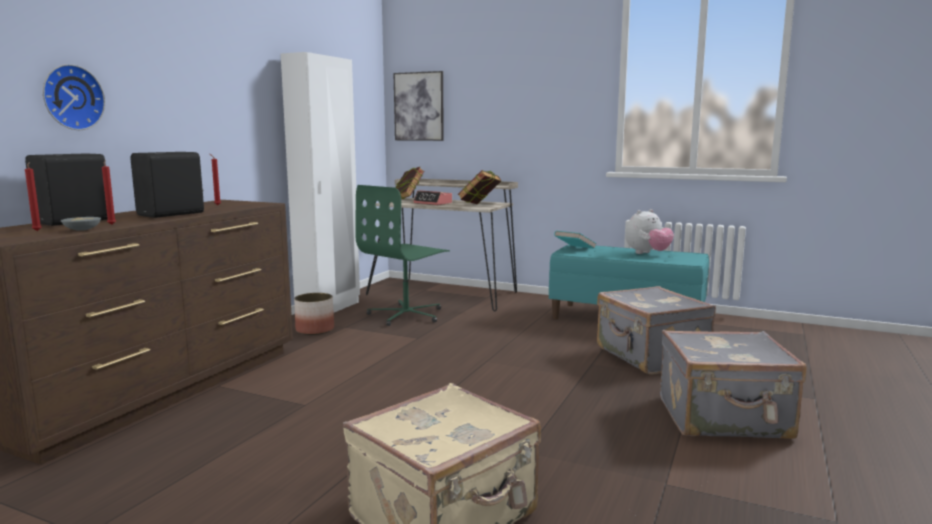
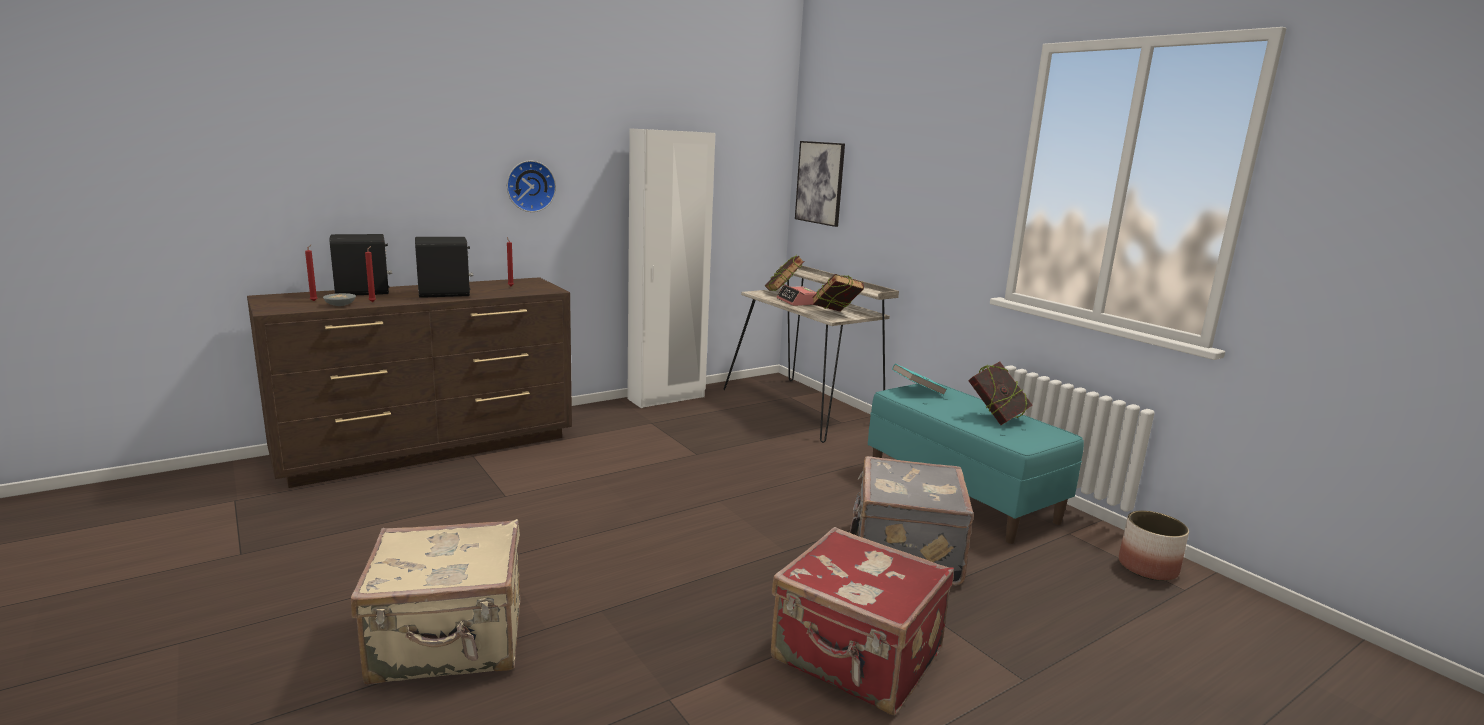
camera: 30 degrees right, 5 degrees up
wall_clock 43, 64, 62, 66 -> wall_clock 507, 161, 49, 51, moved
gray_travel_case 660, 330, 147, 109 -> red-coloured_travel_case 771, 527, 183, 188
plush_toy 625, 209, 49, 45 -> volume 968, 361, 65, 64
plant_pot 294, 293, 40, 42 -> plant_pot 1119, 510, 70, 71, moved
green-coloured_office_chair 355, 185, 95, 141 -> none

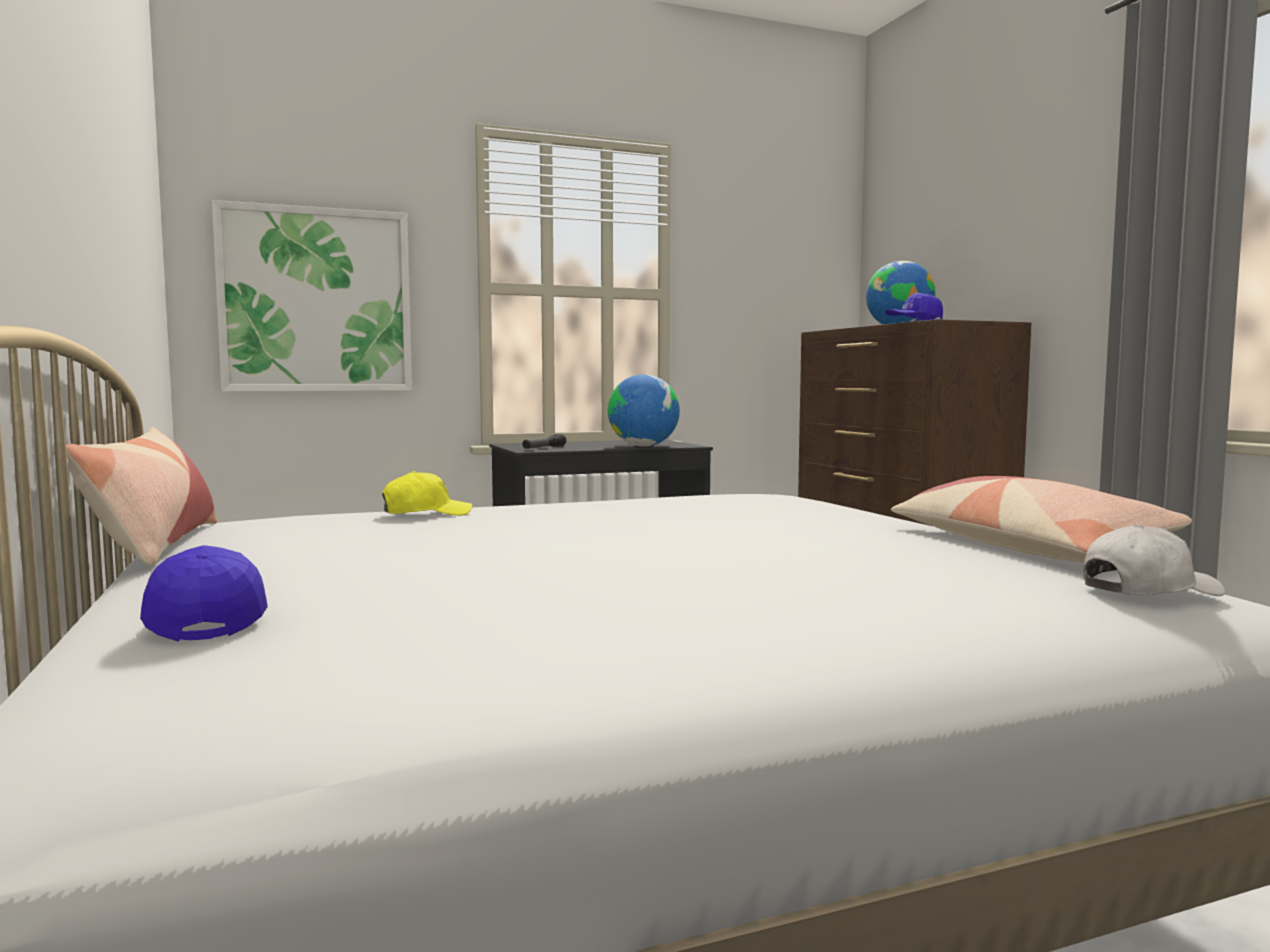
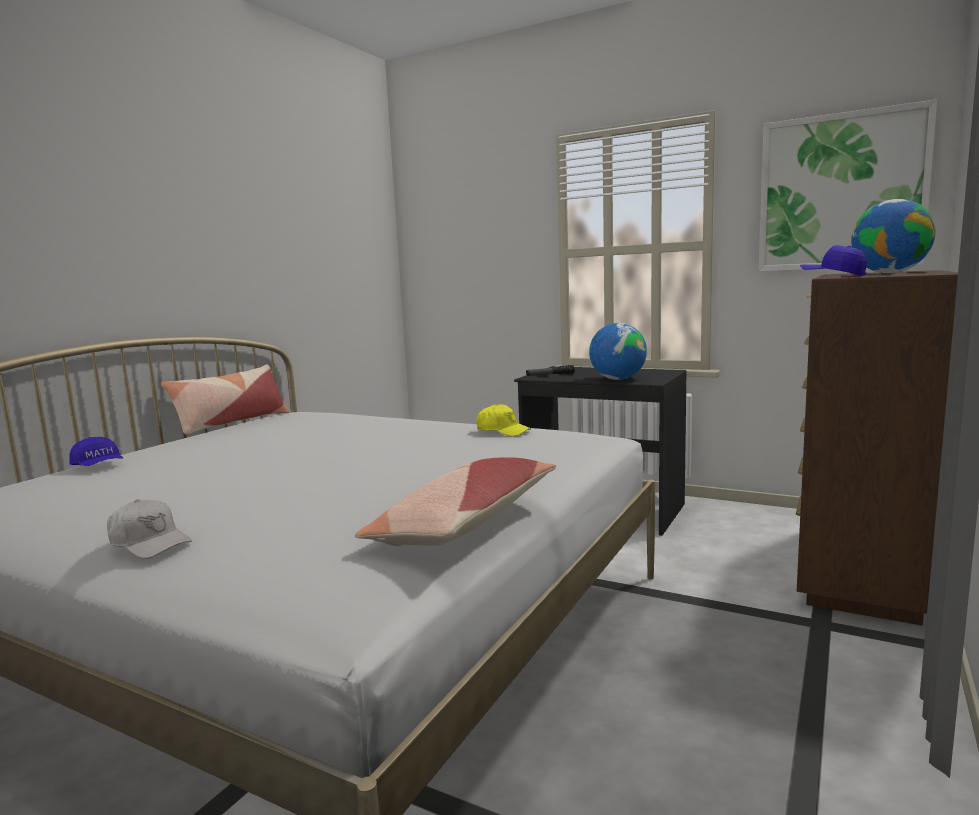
camera: 50 degrees right, 5 degrees up
bluish_baseball_cap 140, 545, 128, 97 -> bluish_baseball_cap 69, 437, 54, 29, 105 degrees clockwise
white-coloured_baseball_cap 1083, 524, 142, 72 -> white-coloured_baseball_cap 107, 499, 85, 60, moved
yellow-coloured_baseball_cap 382, 471, 90, 45 -> yellow-coloured_baseball_cap 476, 404, 55, 32, moved
picture 212, 200, 200, 192 -> picture 759, 99, 179, 172, moved

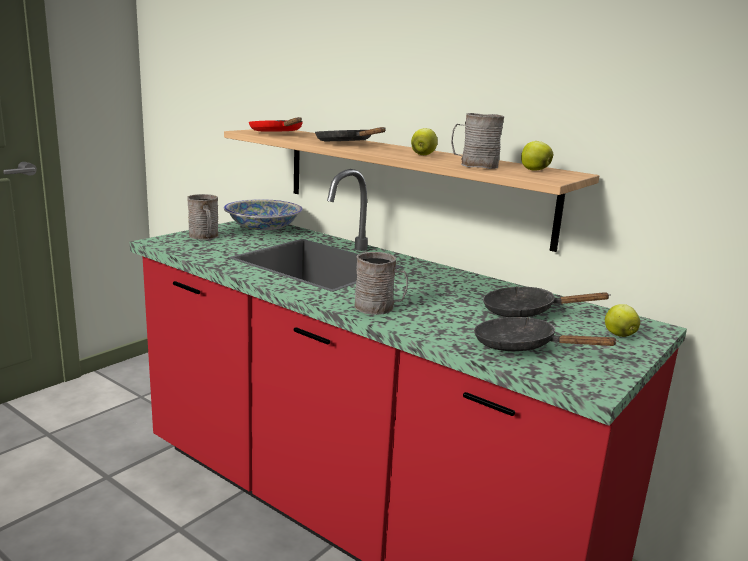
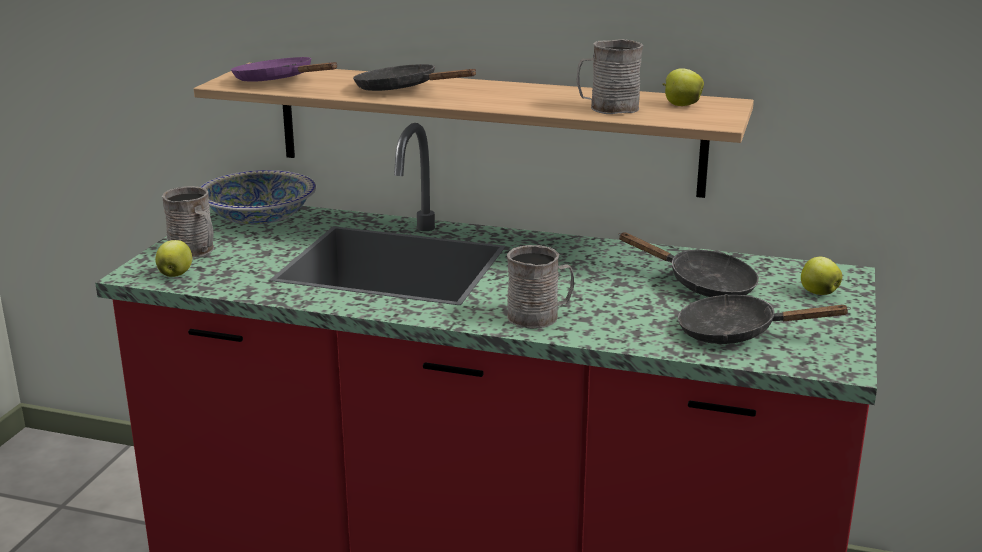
camera: 20 degrees left, 5 degrees up
whole_apple 411, 128, 27, 27 -> whole_apple 155, 240, 37, 37, moved
red-coloured_pan 249, 117, 54, 15 -> purple_pan 231, 57, 106, 25
blackish_pan 483, 286, 128, 31 -> blackish_pan 618, 232, 141, 65, 135 degrees counterclockwise

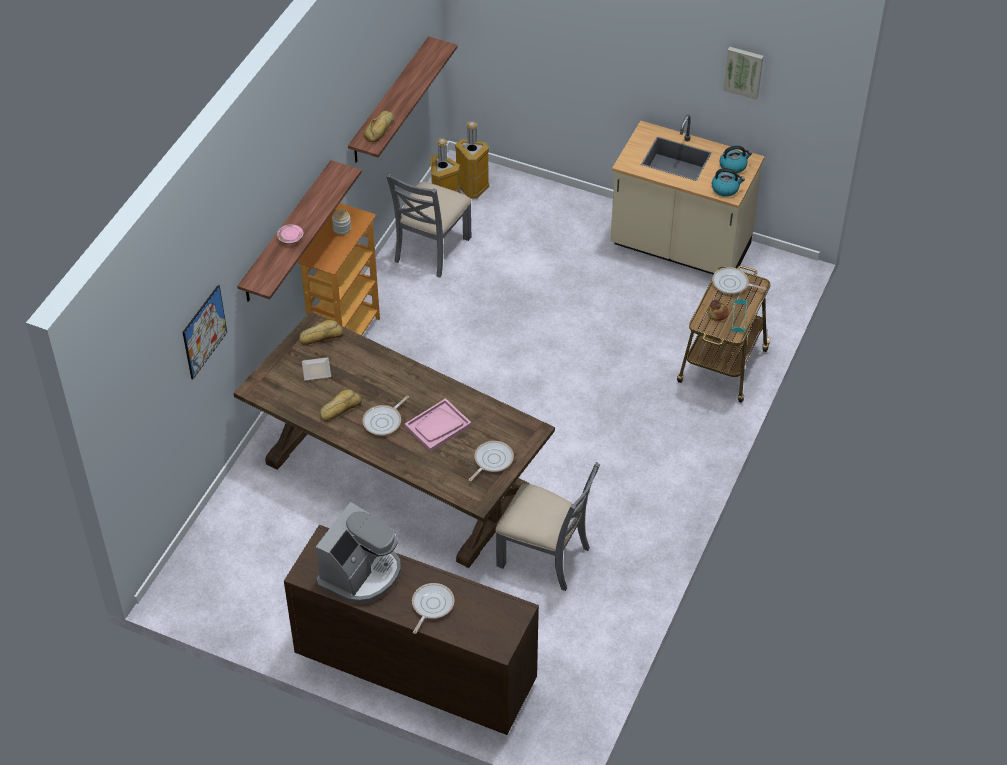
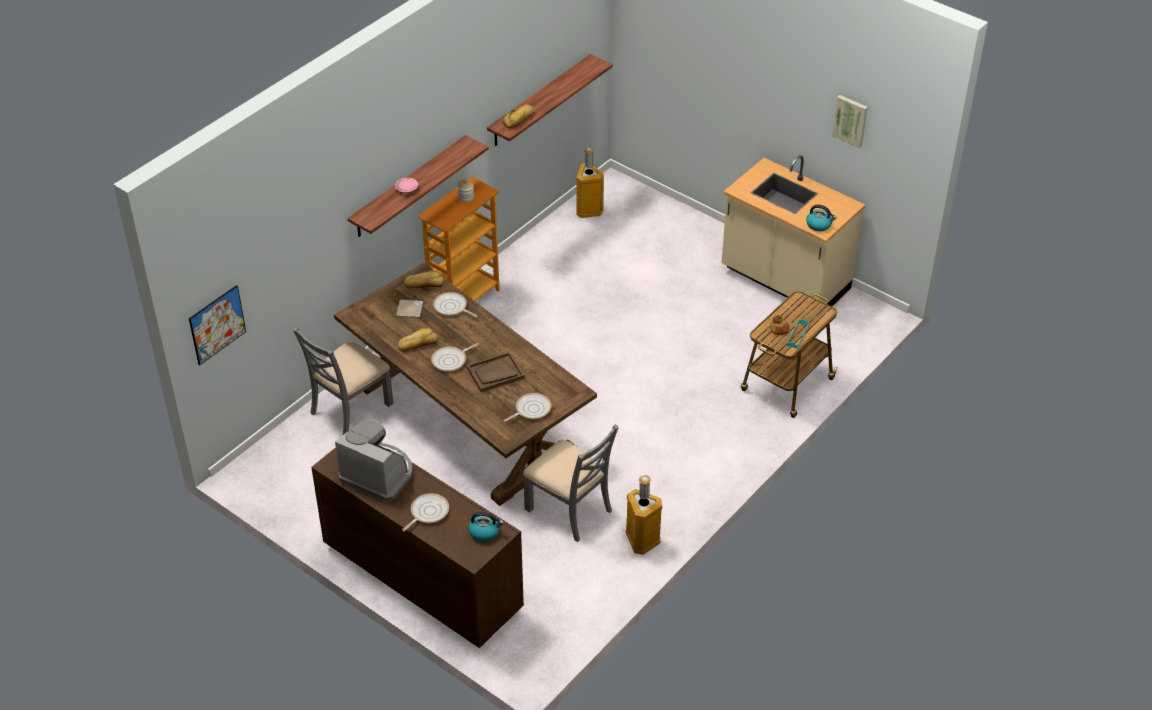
camera: 15 degrees right, 5 degrees down
picture 183, 285, 44, 95 -> picture 189, 285, 57, 80, moved
gray_upright_chair 386, 173, 85, 105 -> gray_upright_chair 293, 327, 100, 108, moved
coffee_brewer 316, 502, 85, 102 -> coffee_brewer 335, 419, 78, 83, 105 degrees counterclockwise
pan 712, 267, 54, 27 -> pan 433, 292, 44, 25, moved
pinkish_tray 405, 398, 66, 54 -> brown-coloured_tray 467, 352, 58, 40
water_kettle 720, 145, 32, 29 -> water_kettle 468, 512, 36, 30, moved
rubbish_bin 455, 121, 34, 78 -> rubbish_bin 626, 475, 36, 80, moved

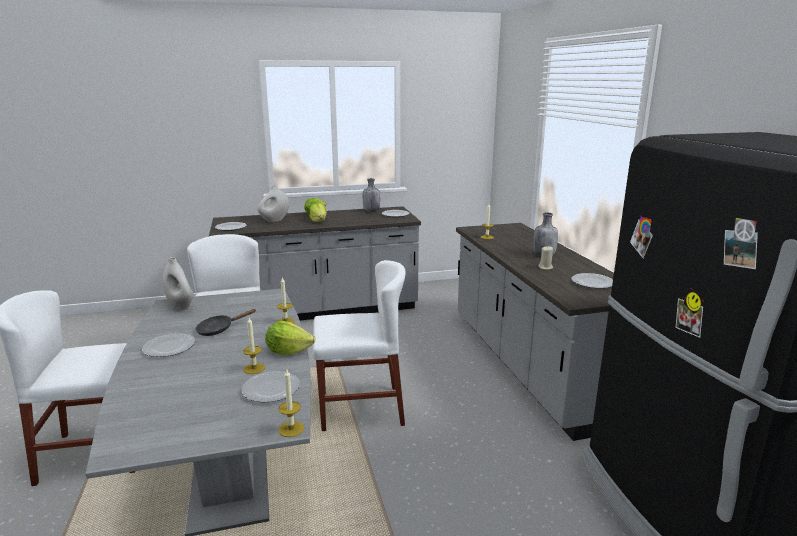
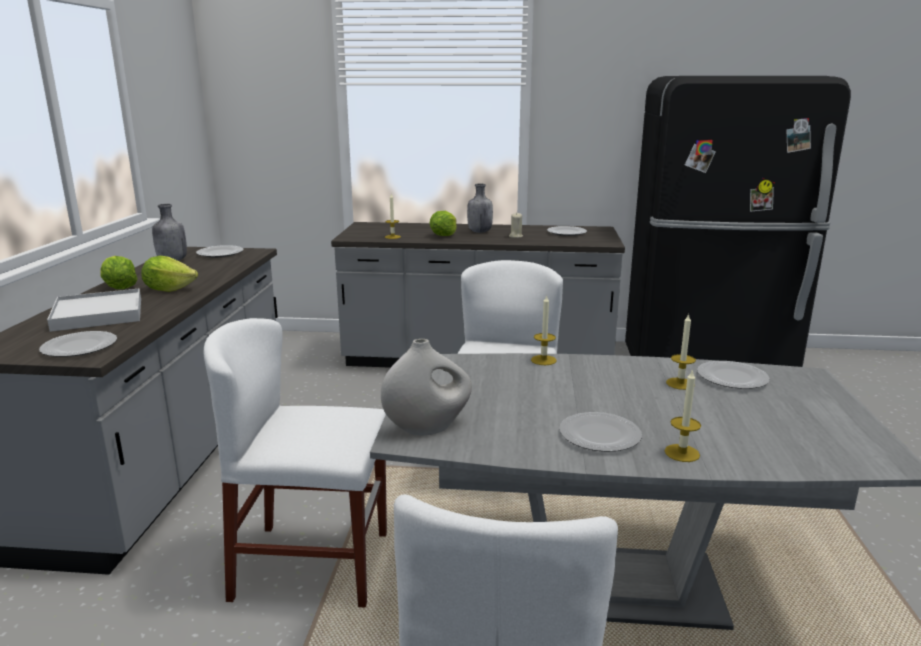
camera: 70 degrees left, 0 degrees up
white-coloured_vase 258, 186, 31, 36 -> white-coloured_tray 47, 288, 94, 44
lettuce_head 265, 321, 50, 34 -> lettuce_head 430, 211, 26, 25, moved
candle 278, 368, 26, 69 -> candle 665, 369, 36, 93, moved
blackish_pan 196, 309, 60, 27 -> none

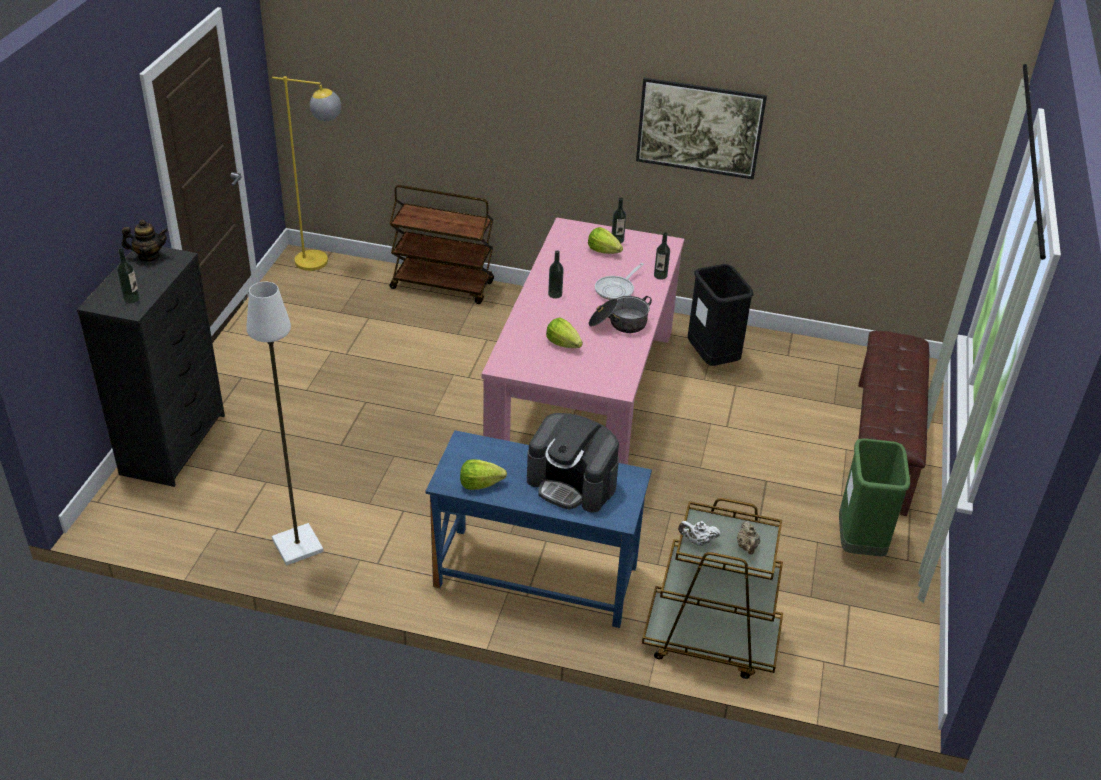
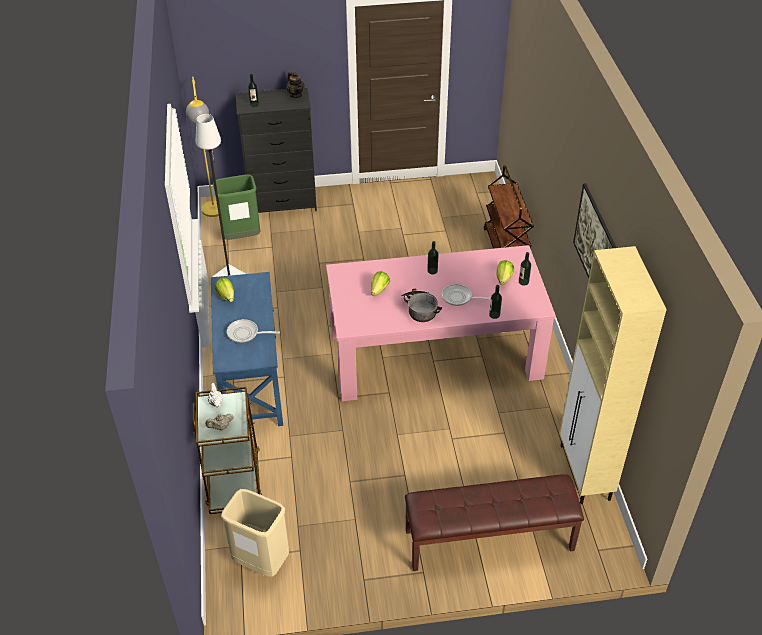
camera: 70 degrees right, 5 degrees up
yellow-coloured_standard_lamp 272, 76, 69, 195 -> yellow-coloured_standard_lamp 186, 77, 33, 140, moved
green-coloured_rubbish_bin 839, 438, 71, 118 -> green-coloured_rubbish_bin 213, 175, 47, 65, moved
none -> sand-coloured_rubbish_bin 221, 489, 68, 88
coffee_brewer 527, 413, 92, 99 -> pan 227, 319, 53, 24
none -> sand-coloured_cupboard 559, 246, 108, 258
blackish_rubbish_bin 688, 264, 66, 102 -> none

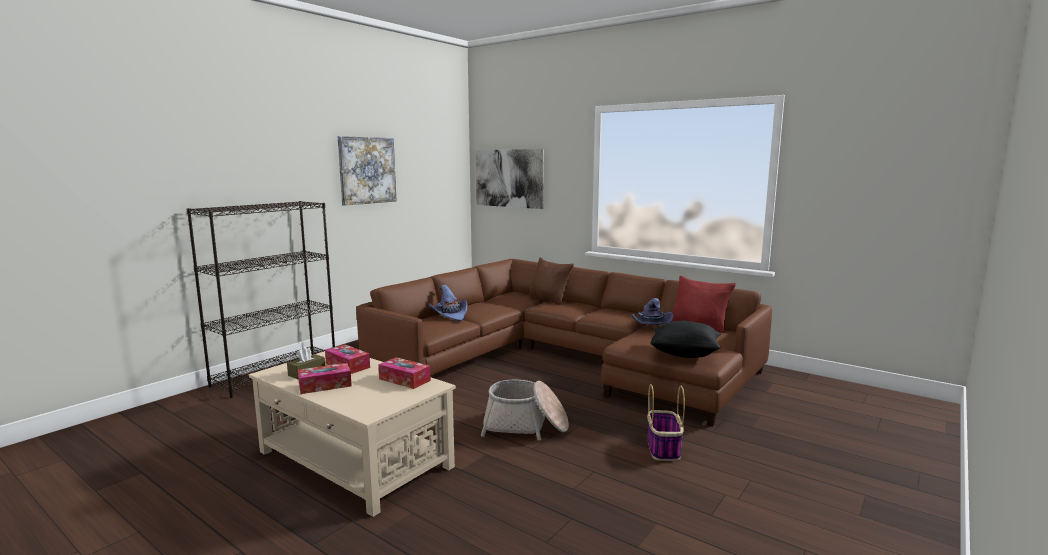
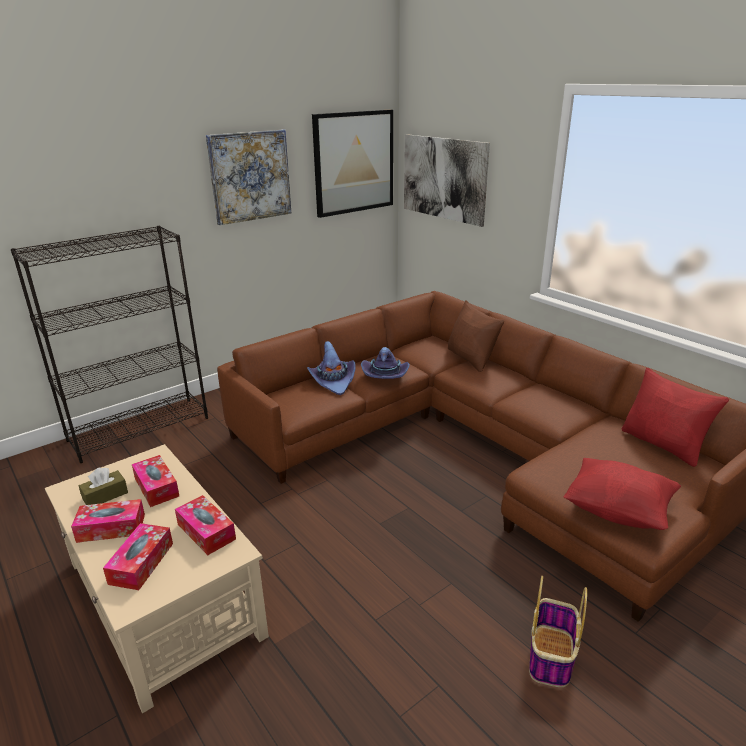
camera: 15 degrees right, 15 degrees up
none -> tissue_box 103, 523, 70, 67
none -> picture 312, 110, 81, 108
purple_clothing_hat 632, 298, 42, 27 -> purple_clothing_hat 361, 347, 49, 32, moved
blackish_pillow 650, 321, 71, 37 -> red-coloured_pillow 564, 458, 117, 72
basket 481, 380, 88, 61 -> none

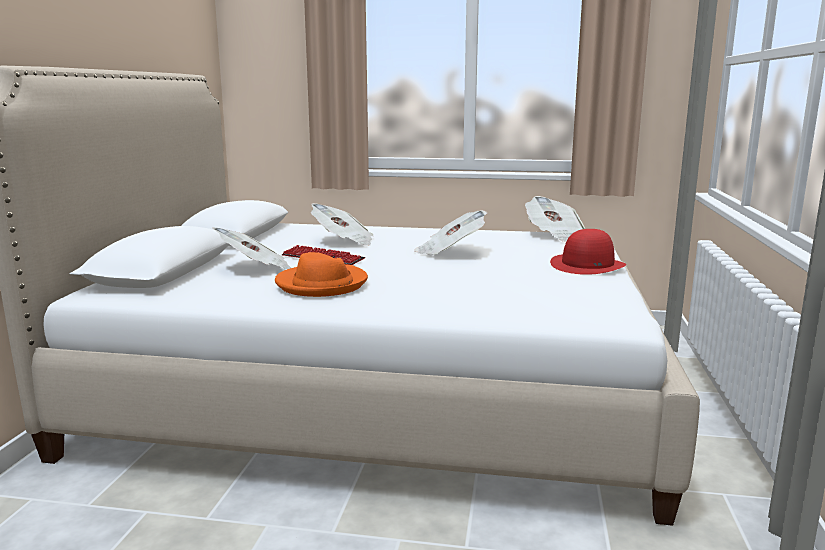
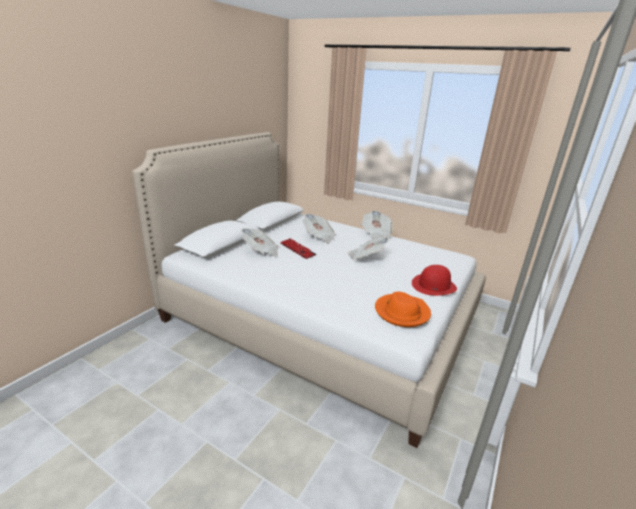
camera: 20 degrees right, 10 degrees up
newspaper 525, 196, 60, 46 -> newspaper 361, 211, 32, 28, moved
orangey_clothing_hat 275, 252, 93, 45 -> orangey_clothing_hat 375, 292, 56, 35, moved

